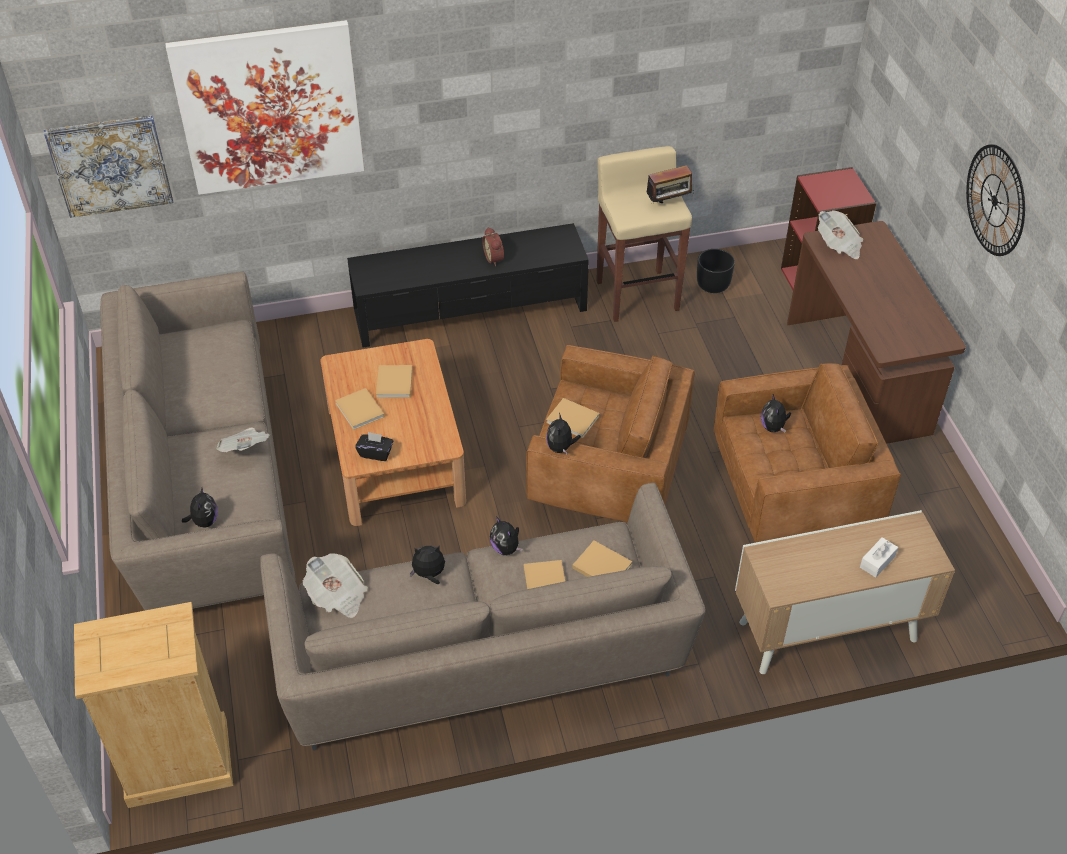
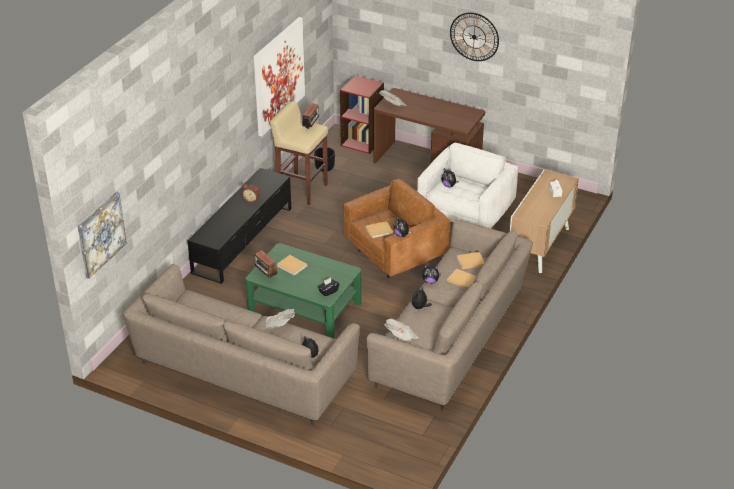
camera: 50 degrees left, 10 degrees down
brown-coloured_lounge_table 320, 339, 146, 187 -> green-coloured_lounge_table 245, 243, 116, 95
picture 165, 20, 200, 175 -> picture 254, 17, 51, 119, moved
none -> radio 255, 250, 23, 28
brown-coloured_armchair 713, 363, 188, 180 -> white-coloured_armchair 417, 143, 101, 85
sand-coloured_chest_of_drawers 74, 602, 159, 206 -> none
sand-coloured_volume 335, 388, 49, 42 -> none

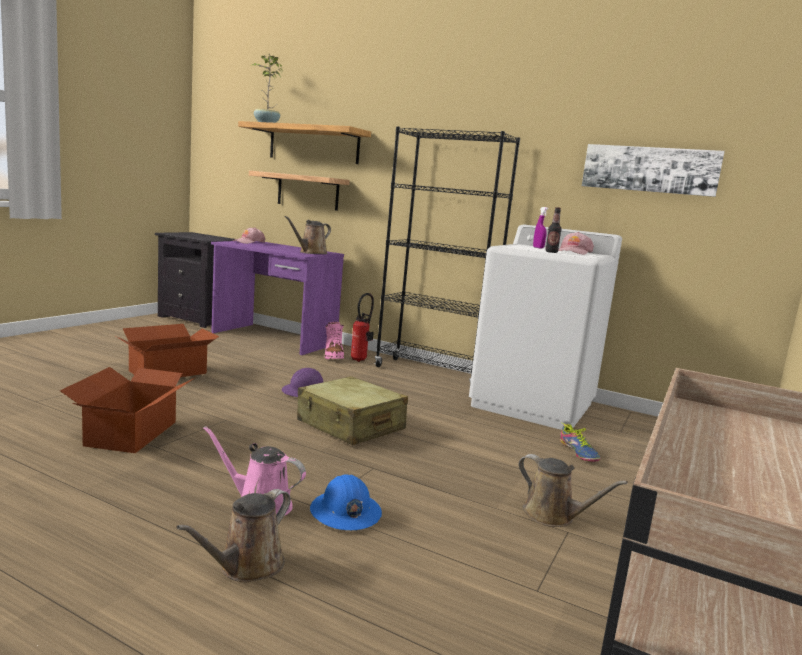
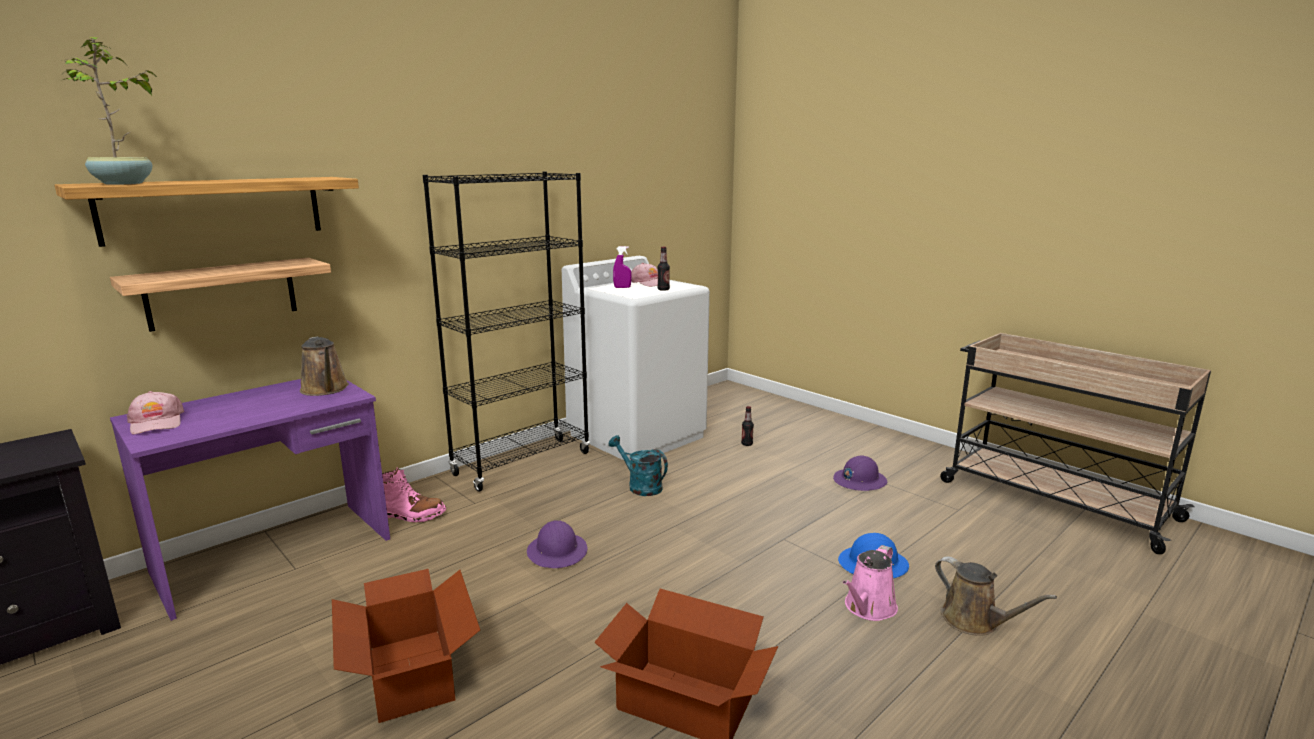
camera: 70 degrees left, 5 degrees up
none -> blue-green_watering_pot 609, 435, 59, 61
item_of_footwear 560, 423, 40, 39 -> drink_bottle 741, 406, 13, 40
brown-coloured_watering_pot 518, 454, 110, 73 -> purple_work_helmet 833, 456, 54, 35
sand-coloured_travel_case 297, 376, 111, 69 -> none
fire-fighting_cylinder 351, 293, 23, 69 -> none
picture 582, 144, 143, 53 -> none

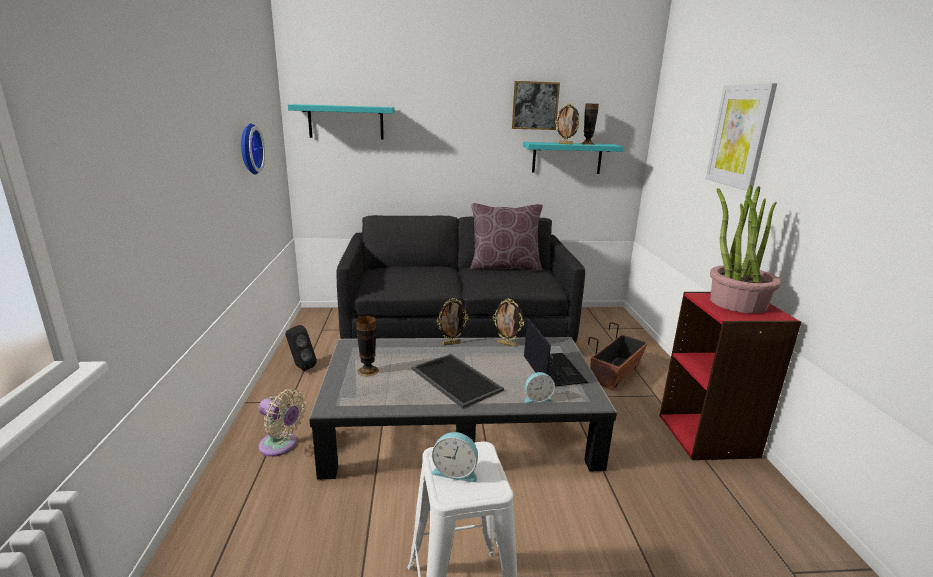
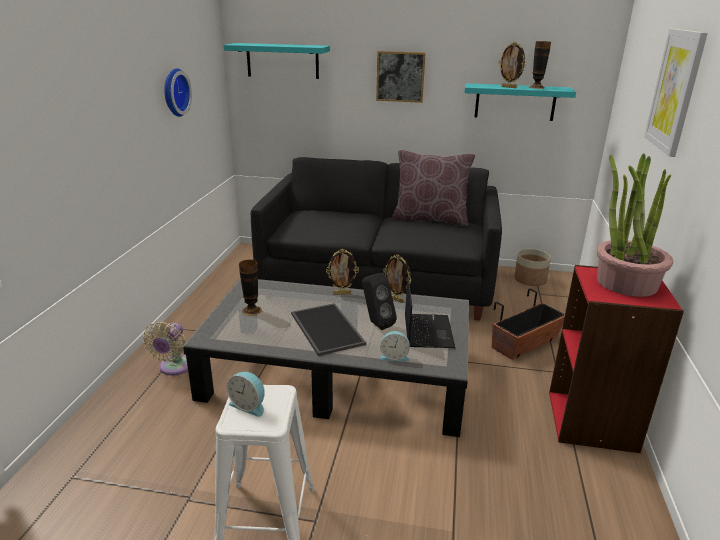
camera: 15 degrees right, 5 degrees up
sand-coloured_cooling_fan 258, 389, 48, 68 -> sand-coloured_cooling_fan 143, 322, 45, 53, 60 degrees clockwise
blackish_speaker 285, 325, 32, 46 -> blackish_speaker 362, 273, 35, 57, moved
picture 512, 81, 48, 49 -> picture 376, 51, 50, 52, moved
none -> plant_pot 514, 249, 37, 37

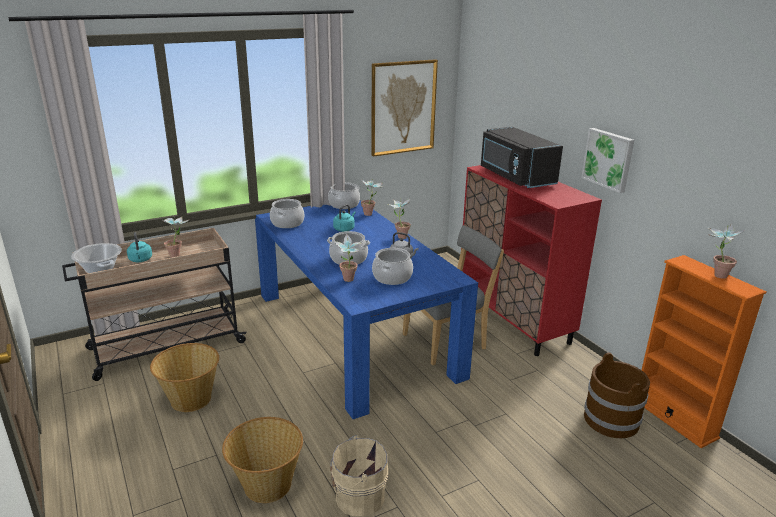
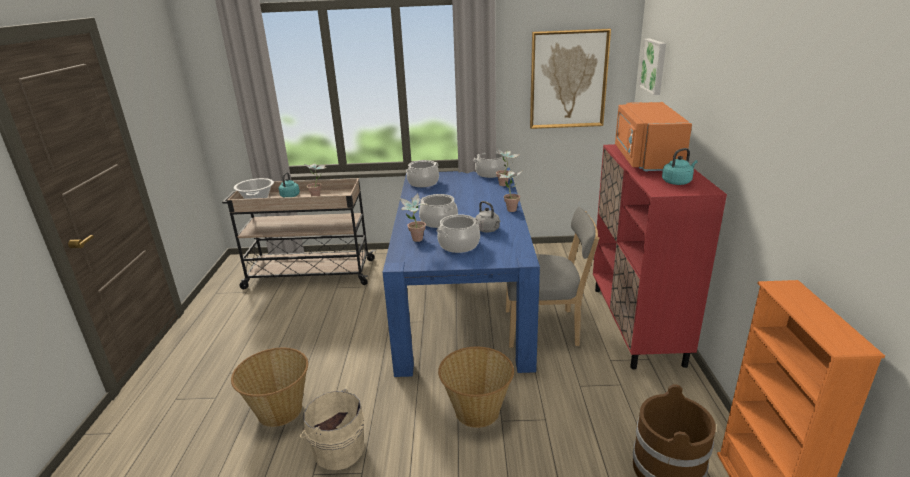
camera: 30 degrees right, 0 degrees up
basket 150, 343, 69, 69 -> basket 438, 347, 76, 81, moved
blackish_microwave_oven 481, 127, 82, 61 -> orangey_microwave_oven 615, 102, 77, 70
picture 581, 128, 53, 65 -> picture 639, 38, 27, 57, moved
blue-green_water_kettle 333, 204, 23, 28 -> blue-green_water_kettle 662, 148, 36, 37, moved
houseplant 708, 224, 38, 55 -> none

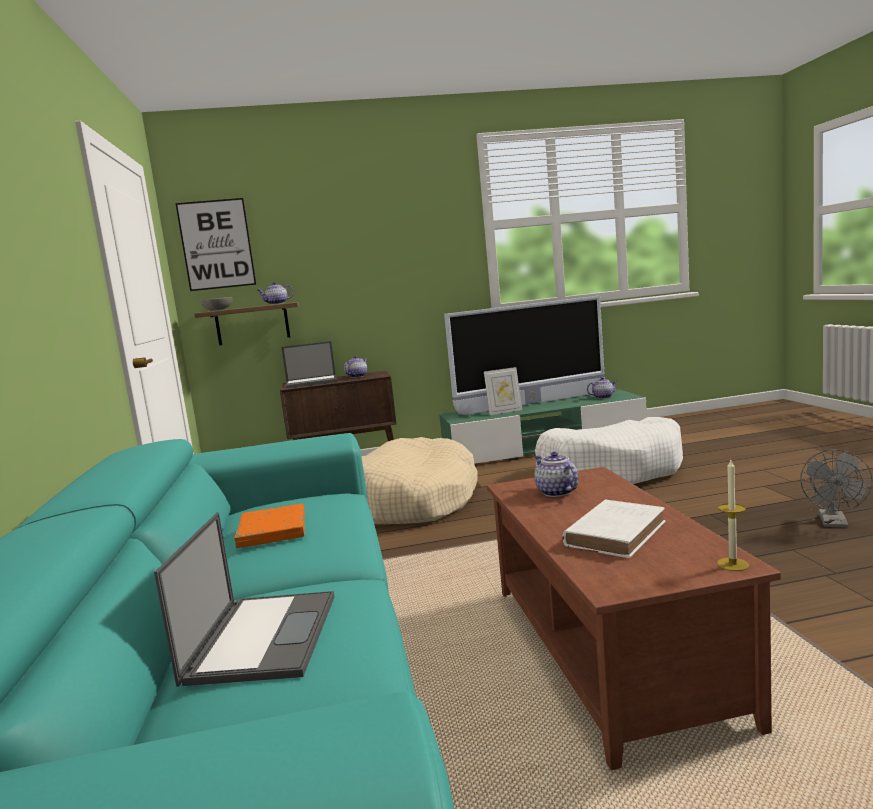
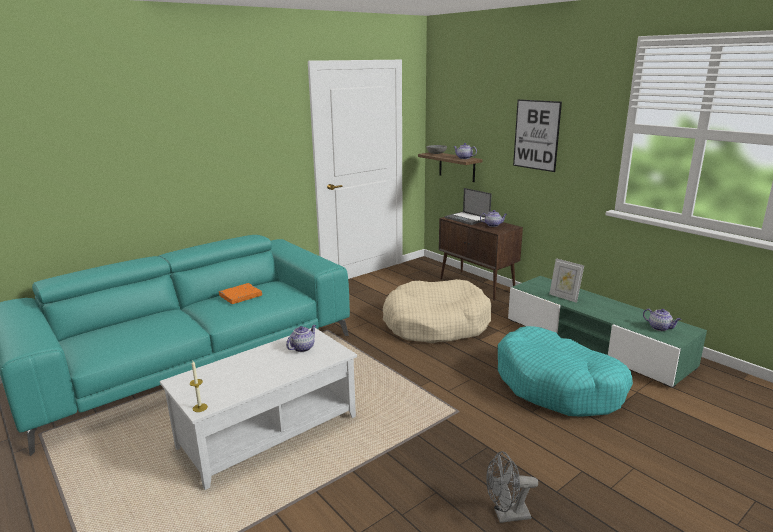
camera: 60 degrees right, 10 degrees up
brown-coloured_lounge_table 487, 467, 294, 303 -> white-coloured_lounge_table 160, 328, 197, 162
white-coloured_dog_cushion 535, 417, 148, 67 -> blue-green_dog_cushion 498, 326, 135, 91
picture 175, 198, 81, 93 -> picture 513, 99, 49, 73, moved
portable_computer 154, 512, 181, 174 -> none
TV_set 444, 296, 161, 119 -> none
white-coloured_volume 562, 499, 104, 59 -> none

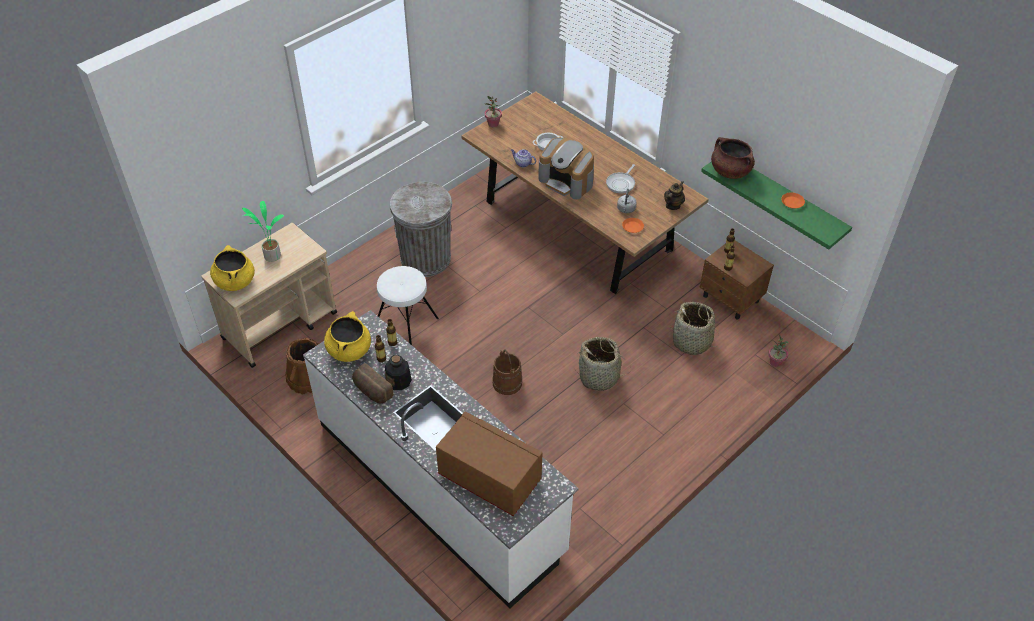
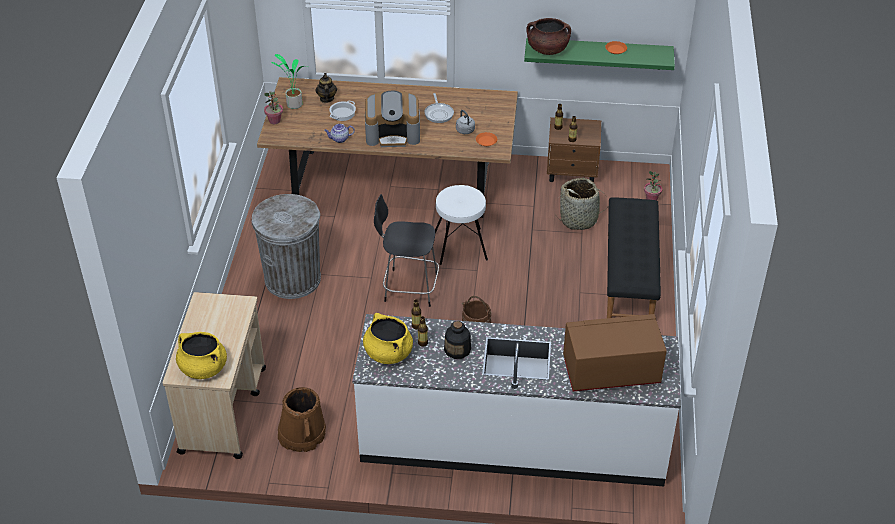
camera: 40 degrees left, 5 degrees down
houseplant 242, 201, 42, 61 -> houseplant 271, 54, 37, 55, moved
pot_for_tea 664, 181, 21, 29 -> pot_for_tea 315, 73, 22, 30, moved
none -> blackish_upright_chair 374, 194, 65, 113
white-coloured_stool 377, 266, 62, 79 -> white-coloured_stool 435, 185, 53, 80, moved
none -> blackish_long_seat 607, 197, 54, 121
bread 352, 363, 42, 41 -> none
basket 575, 337, 56, 54 -> none

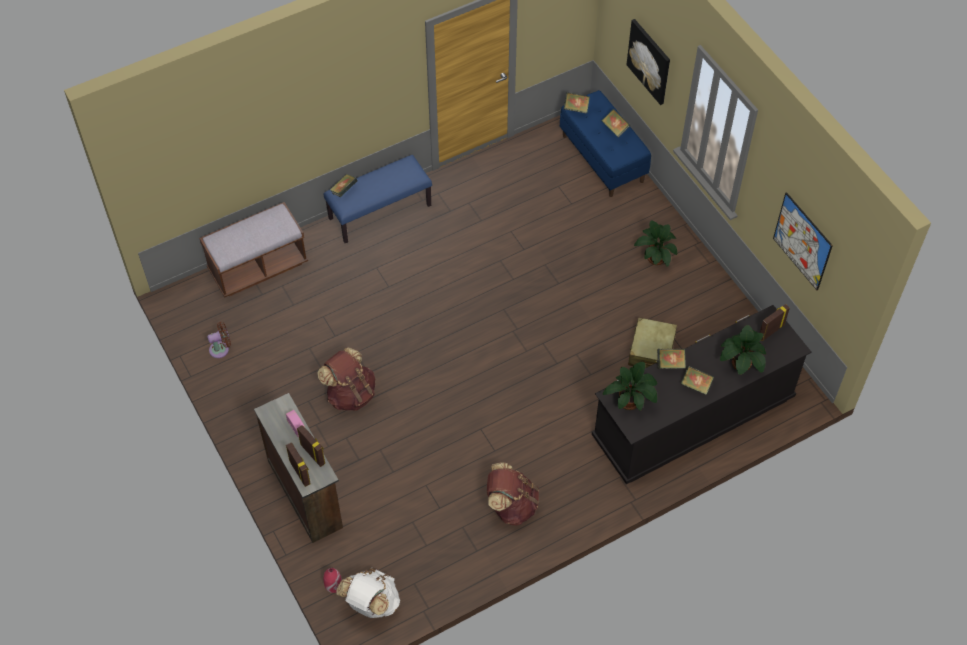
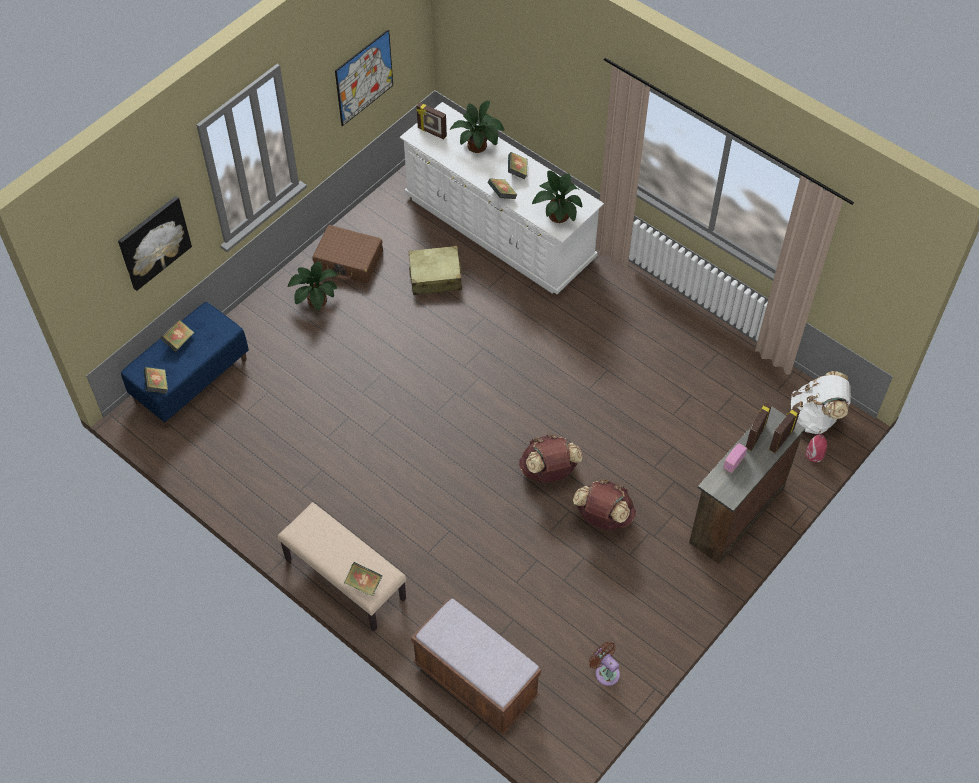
camera: 110 degrees left, 0 degrees up
bluish_long_seat 324, 155, 108, 88 -> sand-coloured_long_seat 277, 502, 129, 129
none -> brown-coloured_travel_case 313, 225, 70, 58
blackish_chest_of_drawers 592, 305, 219, 179 -> white-coloured_chest_of_drawers 400, 102, 204, 192
brown-coloured_backpack 487, 462, 52, 63 -> brown-coloured_backpack 519, 434, 64, 49, moved

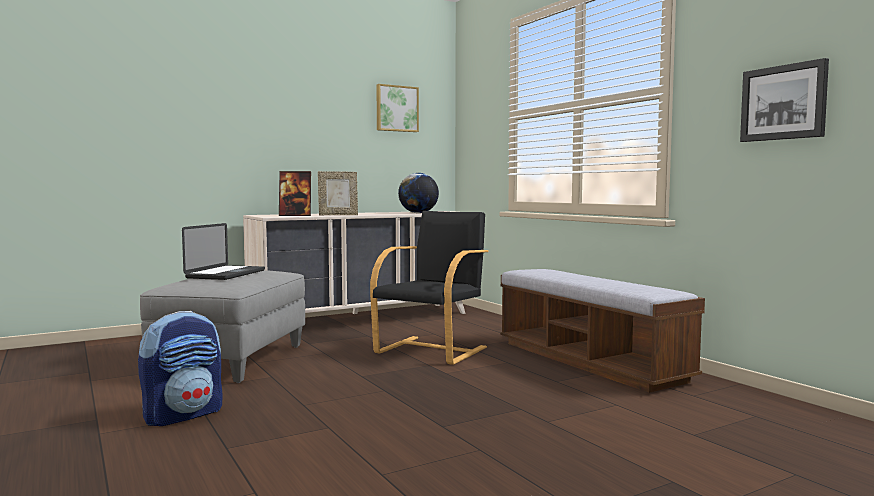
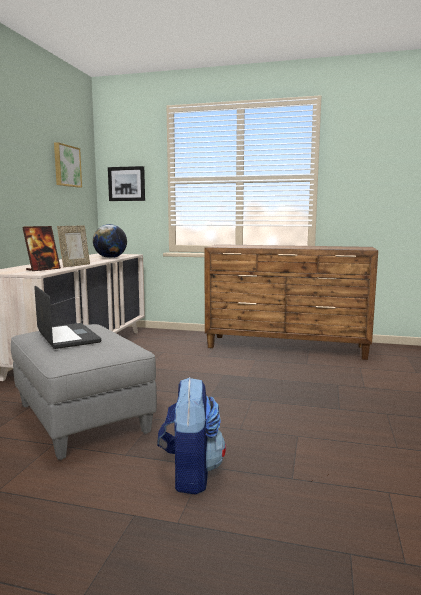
camera: 45 degrees left, 5 degrees up
picture 740, 58, 89, 84 -> picture 108, 166, 37, 35, moved
long_seat 500, 269, 205, 124 -> brown-coloured_chest_of_drawers 205, 244, 173, 116
blackish_armchair 370, 211, 119, 154 -> none

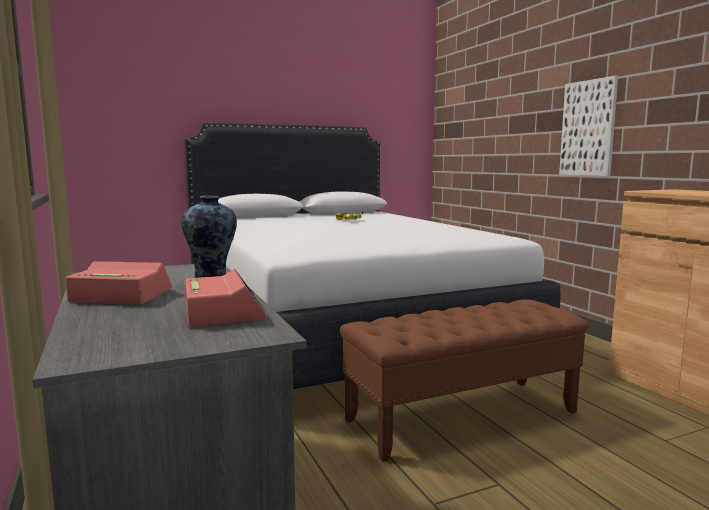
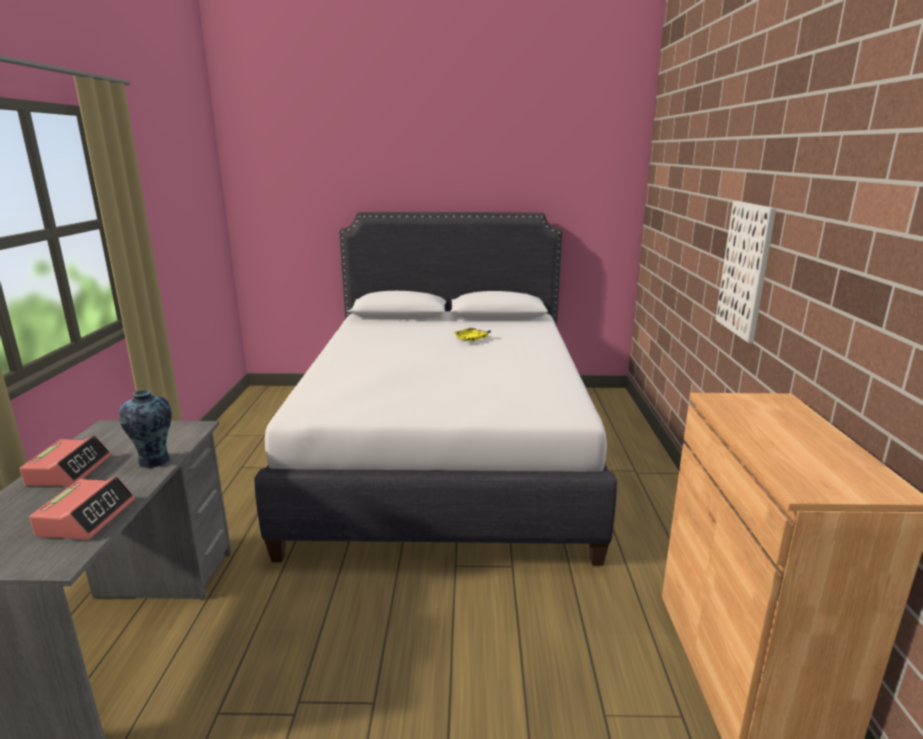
camera: 25 degrees right, 10 degrees up
alarm_clock 66, 261, 106, 43 -> alarm_clock 20, 435, 91, 51, 60 degrees clockwise
brown-coloured_long_seat 340, 299, 249, 163 -> none

